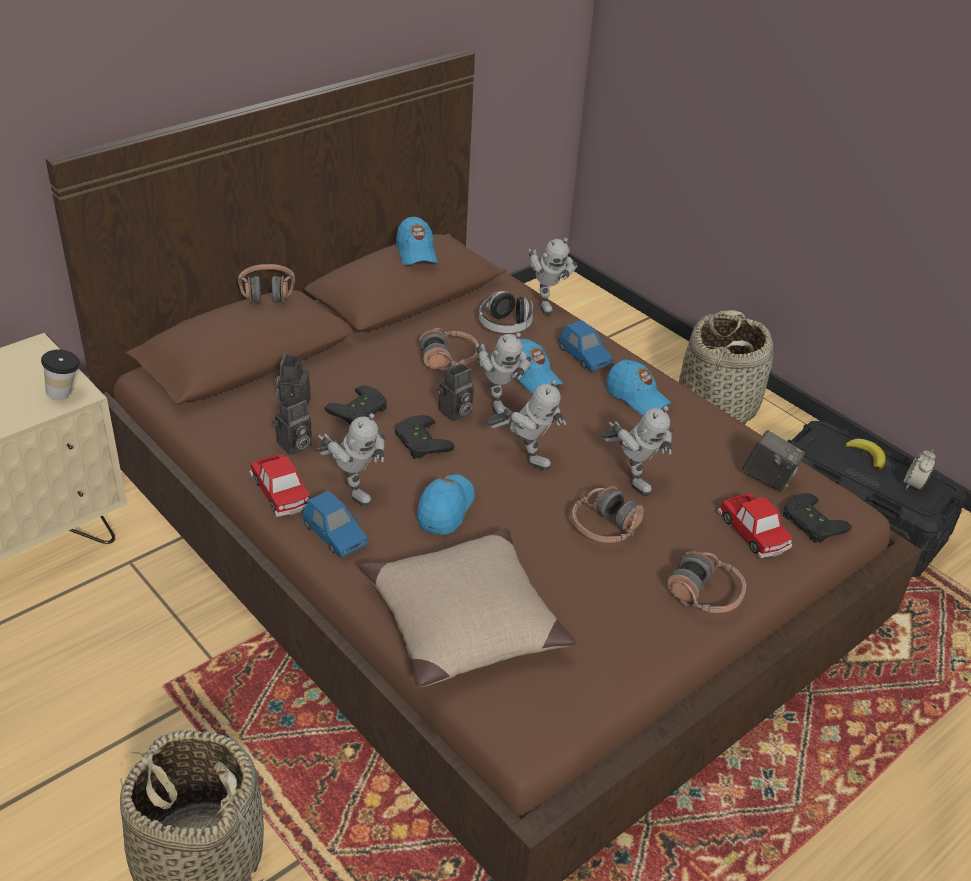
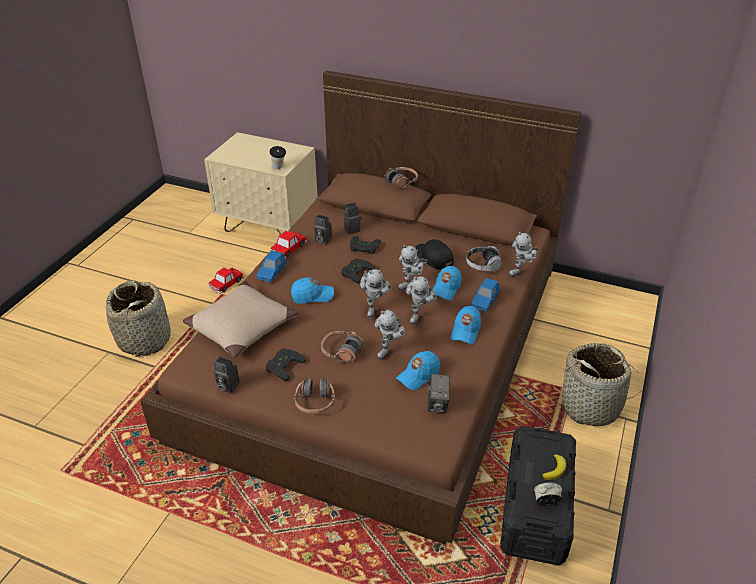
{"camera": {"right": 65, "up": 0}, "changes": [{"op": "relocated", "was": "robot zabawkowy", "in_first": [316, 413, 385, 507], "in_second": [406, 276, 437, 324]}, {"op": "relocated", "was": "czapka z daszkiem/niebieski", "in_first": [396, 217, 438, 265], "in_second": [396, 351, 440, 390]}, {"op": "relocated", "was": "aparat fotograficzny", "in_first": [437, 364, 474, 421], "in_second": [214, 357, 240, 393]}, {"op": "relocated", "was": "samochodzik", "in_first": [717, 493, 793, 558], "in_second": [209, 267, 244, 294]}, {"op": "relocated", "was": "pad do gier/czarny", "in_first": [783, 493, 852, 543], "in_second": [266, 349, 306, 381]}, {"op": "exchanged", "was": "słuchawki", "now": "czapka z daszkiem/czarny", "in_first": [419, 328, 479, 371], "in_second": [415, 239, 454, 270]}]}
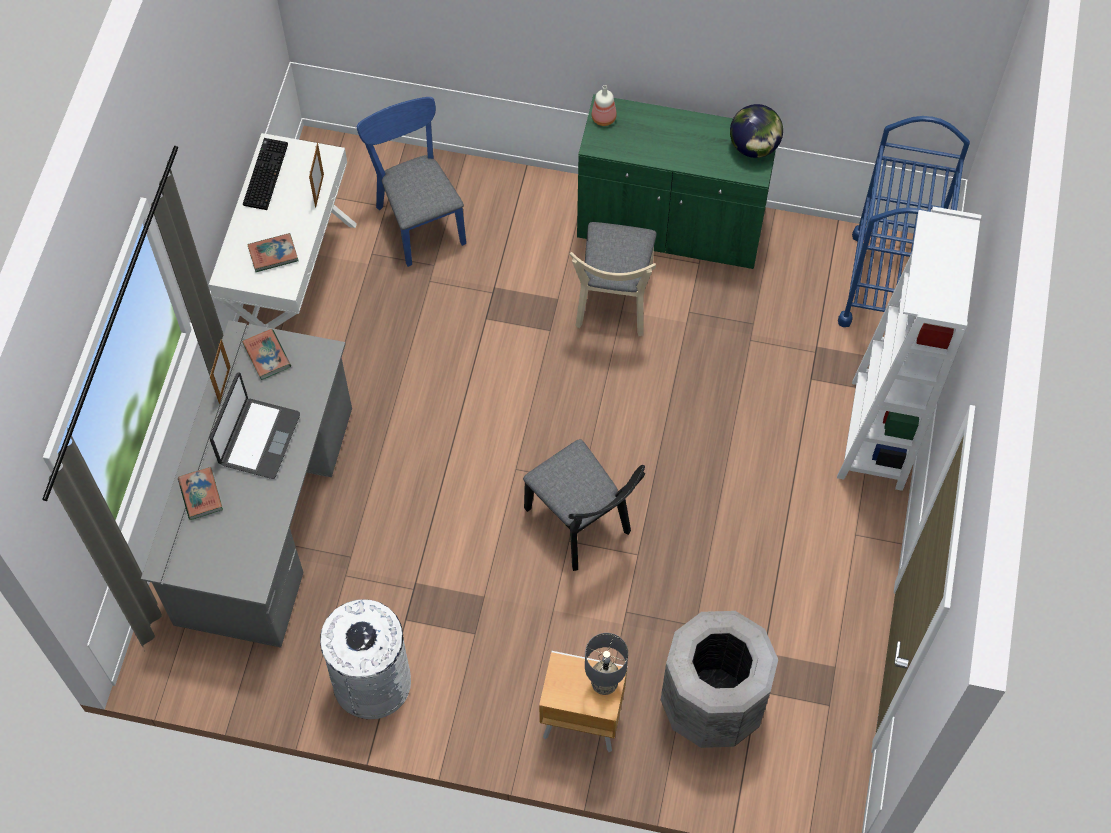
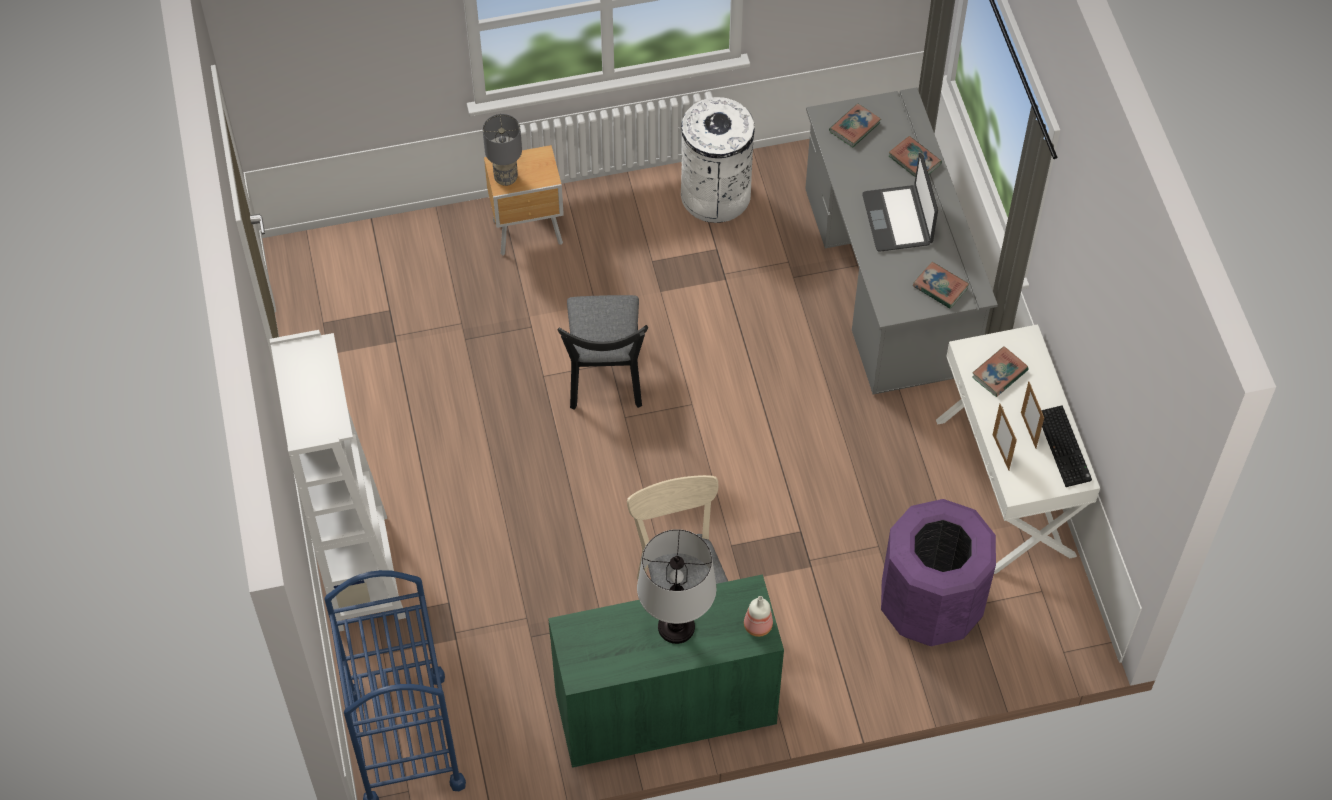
{"camera": {"right": 155, "up": -5}, "changes": [{"op": "missing", "was": "kosz na śmieci/szary", "in_first": [661, 611, 778, 748]}, {"op": "missing", "was": "globus", "in_first": [730, 104, 783, 158]}, {"op": "appeared", "now": "lampa stołowa", "in_second": [637, 529, 717, 644]}, {"op": "appeared", "now": "książka", "in_second": [829, 103, 881, 147]}, {"op": "relocated", "was": "ramka na zdjęcie", "in_first": [210, 339, 230, 404], "in_second": [1021, 381, 1044, 449]}, {"op": "exchanged", "was": "krzesło/niebieski", "now": "kosz na śmieci/fioletowy", "in_first": [357, 97, 466, 267], "in_second": [881, 499, 996, 646]}, {"op": "spun", "was": "krzesło/czarny", "in_first": [523, 439, 645, 571], "in_second": [558, 295, 648, 410], "clockwise": -120}]}
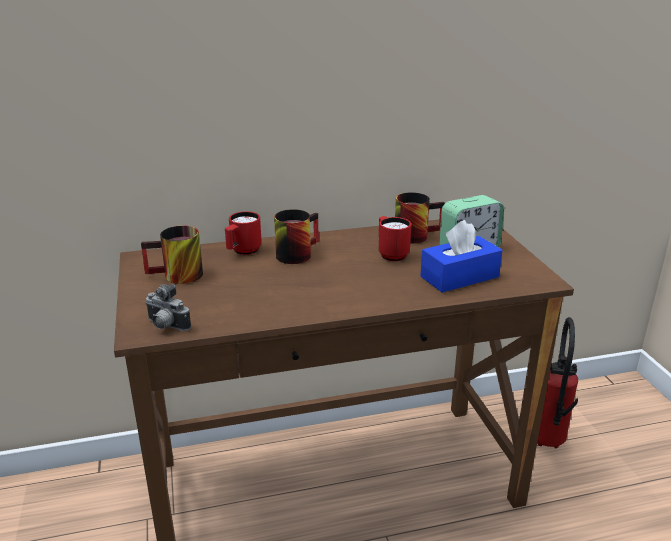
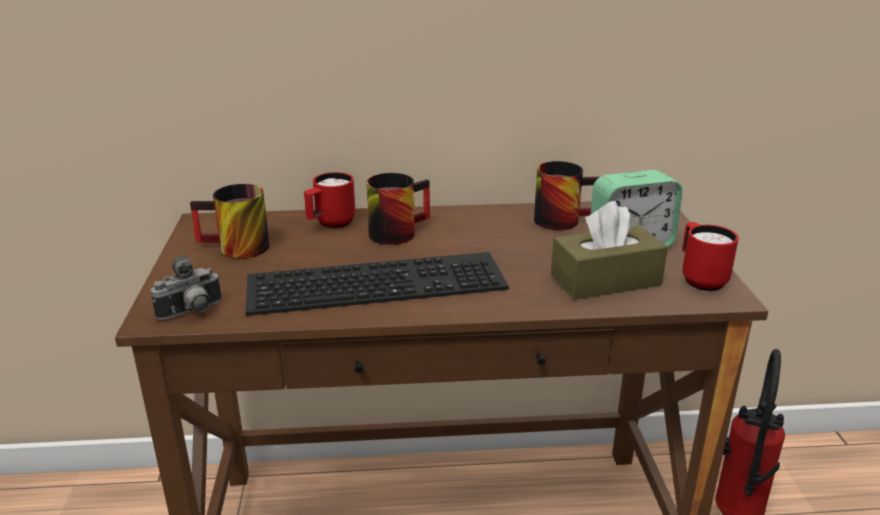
{"camera": {"right": 10, "up": 0}, "changes": [{"op": "appeared", "now": "klawiatura", "in_second": [246, 252, 509, 316]}, {"op": "relocated", "was": "kubek/czerwony", "in_first": [379, 216, 411, 261], "in_second": [682, 222, 739, 291]}, {"op": "colour", "was": "pudełko chusteczek/niebieski", "now": "pudełko chusteczek/brązowy", "in_first": [420, 220, 502, 293], "in_second": [551, 201, 668, 300]}, {"op": "spun", "was": "aparat fotograficzny", "in_first": [145, 284, 191, 331], "in_second": [150, 254, 222, 320], "clockwise": -75}]}
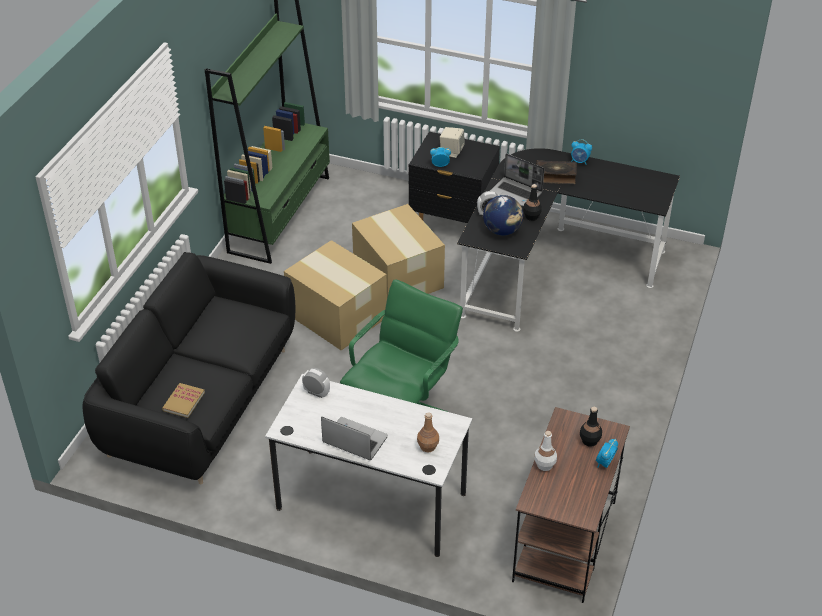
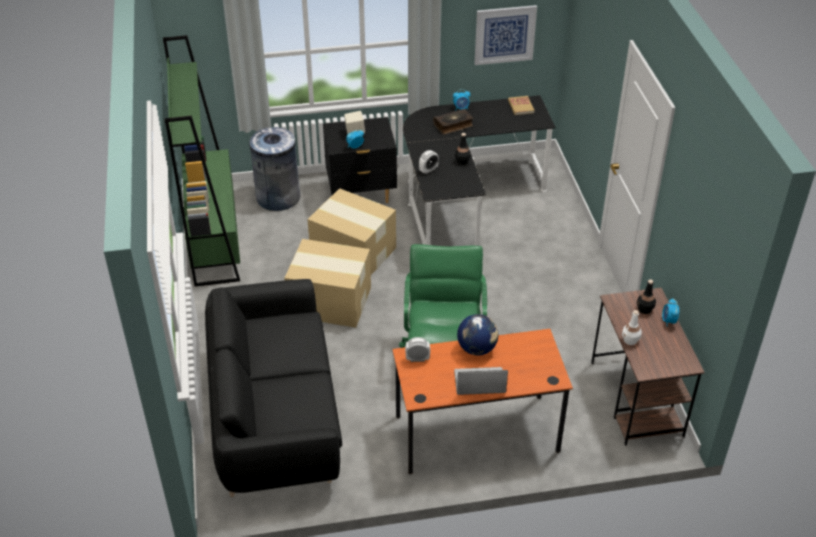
{"camera": {"right": -30, "up": 0}, "changes": [{"op": "missing", "was": "butelka/brązowy", "in_first": [417, 412, 439, 452]}, {"op": "missing", "was": "laptop", "in_first": [490, 153, 544, 207]}, {"op": "appeared", "now": "kosz na śmieci/szary", "in_second": [249, 127, 301, 211]}, {"op": "appeared", "now": "obraz", "in_second": [474, 5, 537, 65]}, {"op": "relocated", "was": "książka", "in_first": [162, 383, 205, 418], "in_second": [508, 96, 534, 115]}, {"op": "relocated", "was": "globus", "in_first": [483, 195, 523, 235], "in_second": [457, 314, 499, 355]}, {"op": "colour", "was": "biurko/biały", "now": "biurko/pomarańczowy", "in_first": [265, 374, 472, 557], "in_second": [392, 329, 573, 474]}]}
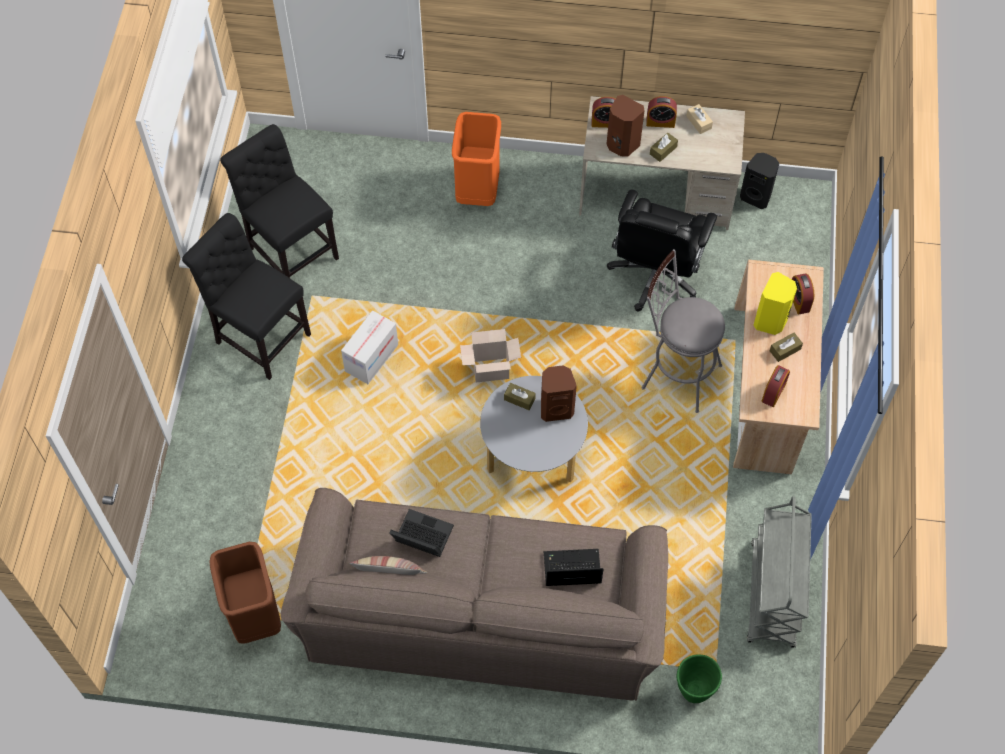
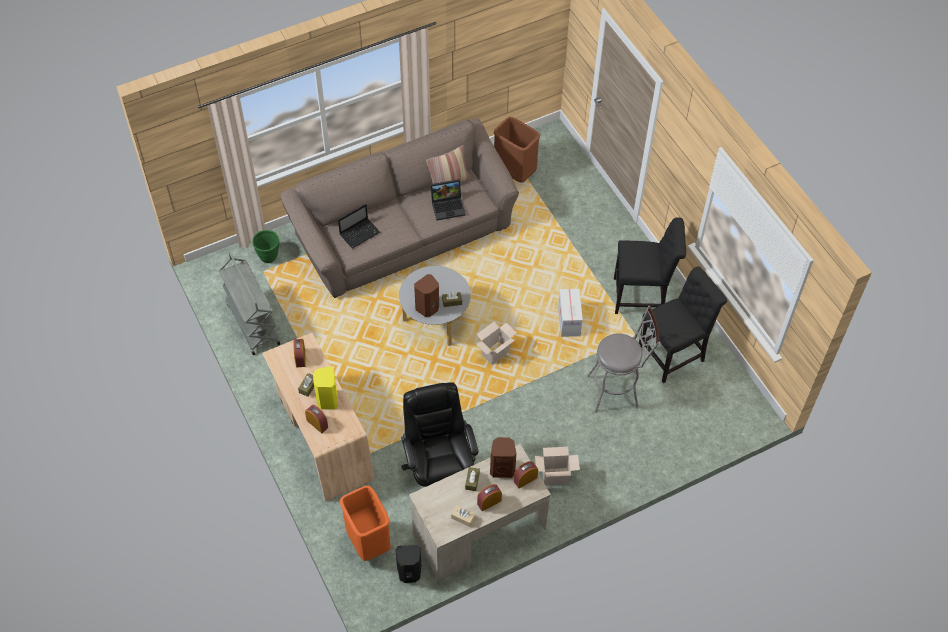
{"camera": {"right": 145, "up": -5}, "changes": [{"op": "appeared", "now": "karton", "in_second": [535, 447, 580, 485]}, {"op": "relocated", "was": "kosz na śmieci/pomarańczowy", "in_first": [452, 112, 501, 206], "in_second": [340, 486, 391, 561]}, {"op": "relocated", "was": "stołek/szary", "in_first": [641, 249, 725, 413], "in_second": [587, 306, 659, 413]}, {"op": "spun", "was": "krzesło/czarny", "in_first": [220, 124, 339, 278], "in_second": [639, 266, 727, 383], "clockwise": -45}]}
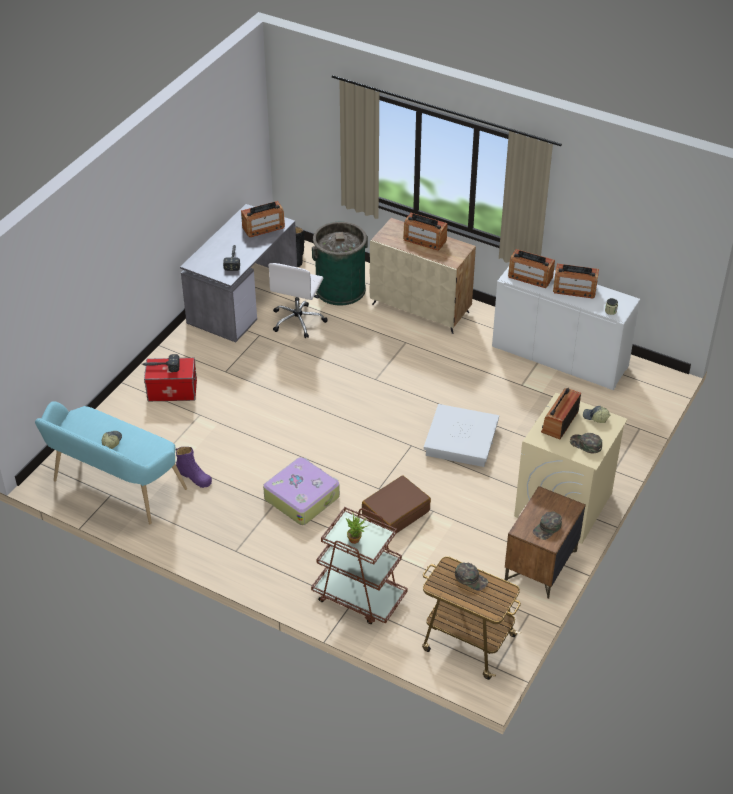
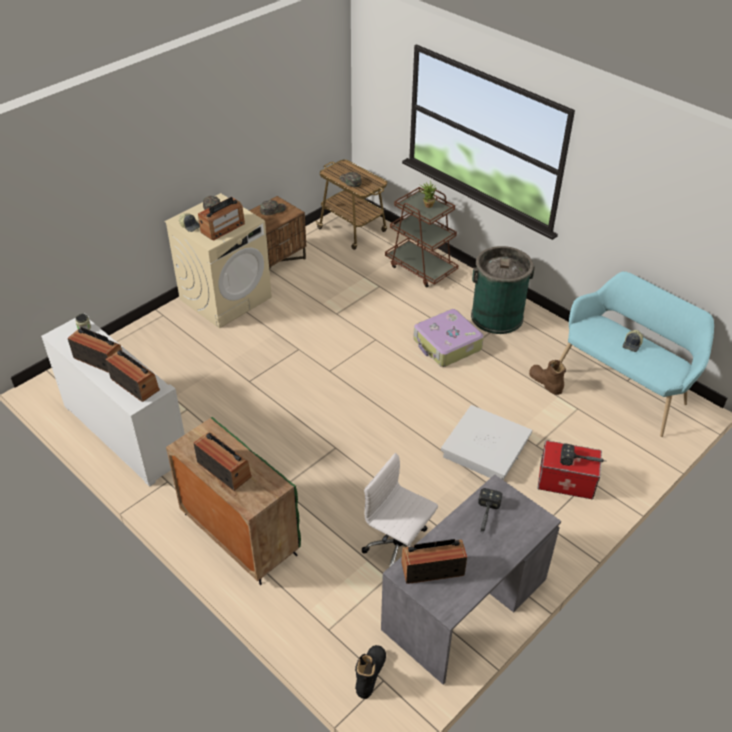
{"camera": {"right": -165, "up": 0}, "changes": [{"op": "missing", "was": "walizka/brązowy", "in_first": [362, 475, 431, 534]}, {"op": "relocated", "was": "kosz na śmieci/zielony", "in_first": [312, 222, 368, 305], "in_second": [471, 246, 535, 334]}, {"op": "relocated", "was": "pojemnik do przechowywania/biały", "in_first": [424, 404, 499, 467], "in_second": [441, 405, 532, 480]}, {"op": "colour", "was": "but z cholewką/fioletowy", "now": "but z cholewką/brązowy", "in_first": [176, 447, 212, 488], "in_second": [529, 360, 566, 395]}, {"op": "colour", "was": "szafka/beżowy", "now": "szafka/zielony", "in_first": [370, 218, 476, 334], "in_second": [166, 417, 301, 585]}, {"op": "spun", "was": "krzesło biurowe/biały", "in_first": [268, 263, 328, 338], "in_second": [362, 453, 438, 567], "clockwise": -90}]}
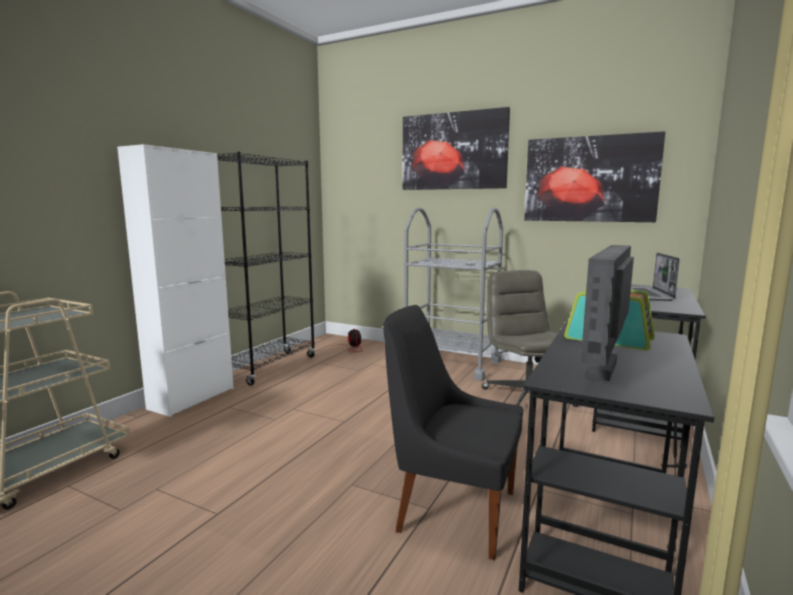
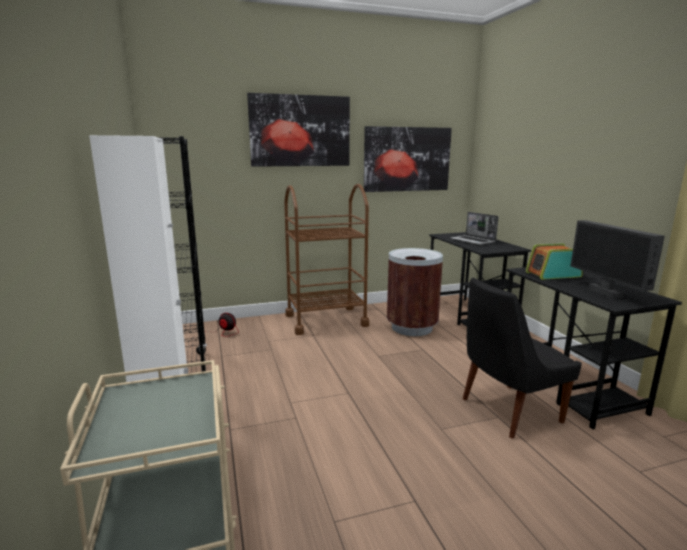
{"camera": {"right": -45, "up": 5}, "changes": [{"op": "exchanged", "was": "krzesło biurowe/szary", "now": "kosz na śmieci/brązowy", "in_first": [482, 270, 579, 407], "in_second": [387, 248, 443, 336]}, {"op": "colour", "was": "wózek/szary", "now": "wózek/brązowy", "in_first": [404, 207, 503, 381], "in_second": [284, 184, 369, 335]}]}
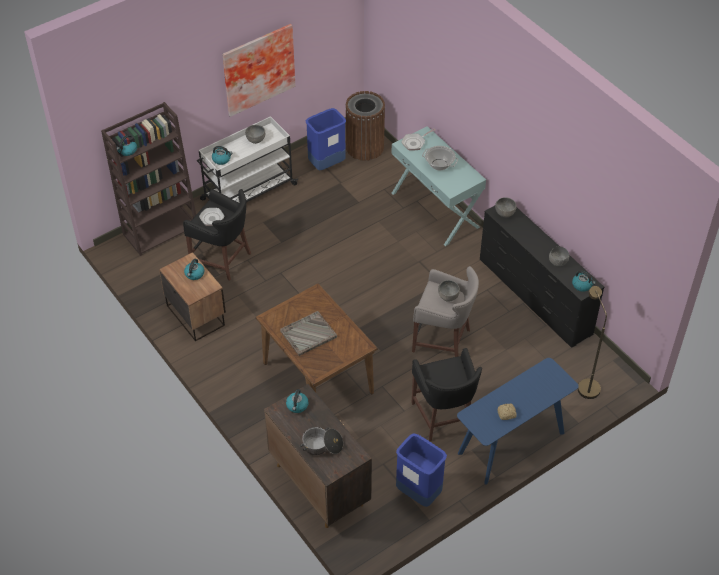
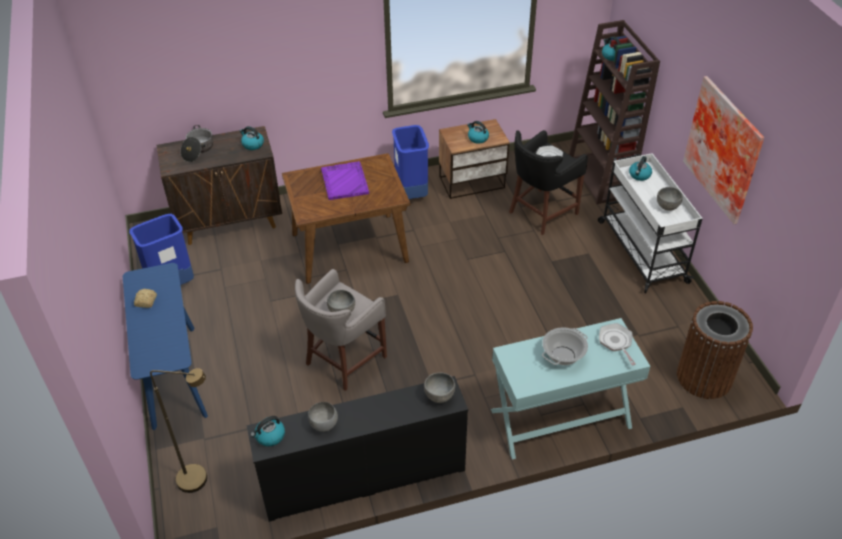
{"camera": {"right": 110, "up": -5}, "changes": [{"op": "missing", "was": "stołek/czarny", "in_first": [412, 348, 482, 441]}, {"op": "relocated", "was": "kosz na śmieci/niebieski", "in_first": [305, 108, 346, 170], "in_second": [392, 125, 429, 199]}, {"op": "colour", "was": "taca/szary", "now": "taca/fioletowy", "in_first": [280, 311, 337, 356], "in_second": [321, 161, 369, 200]}]}
